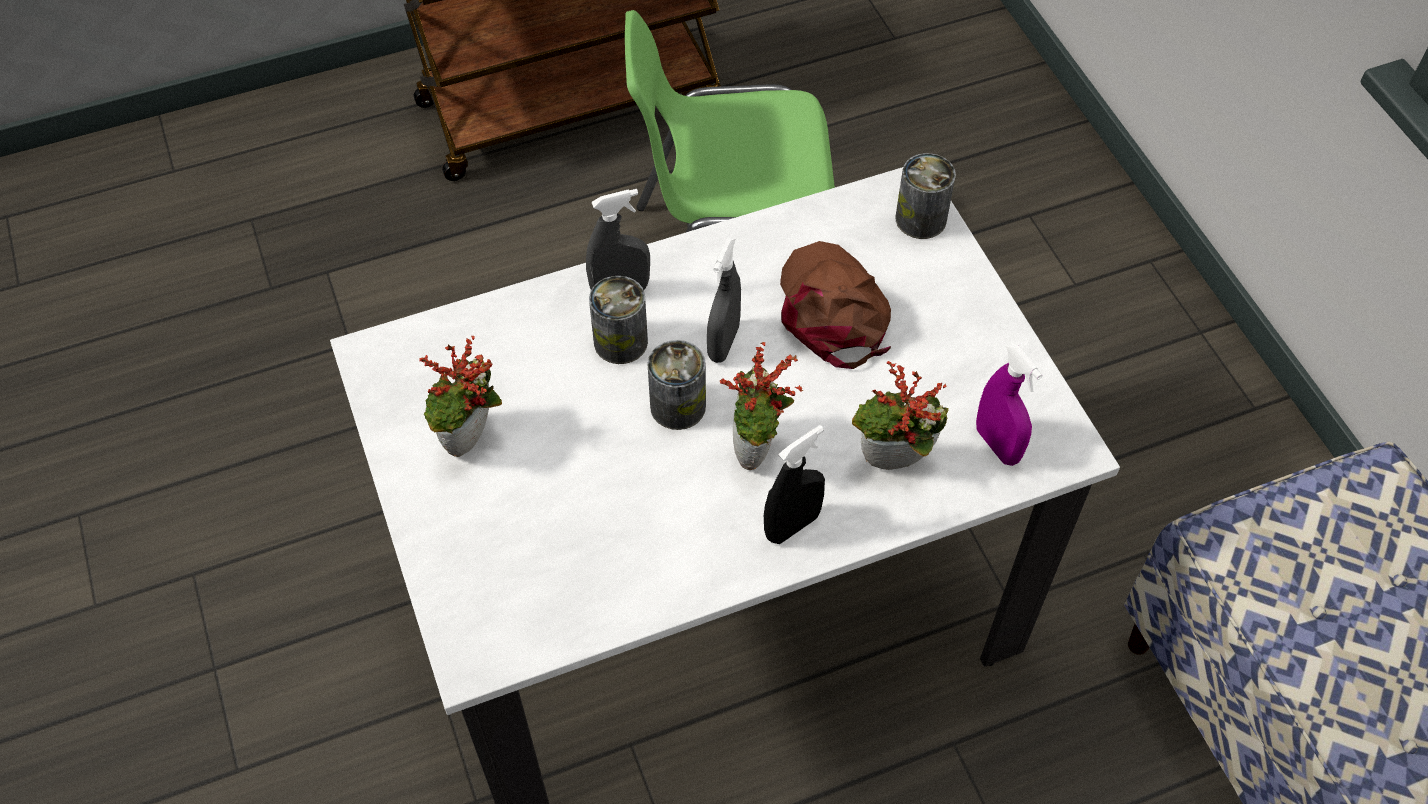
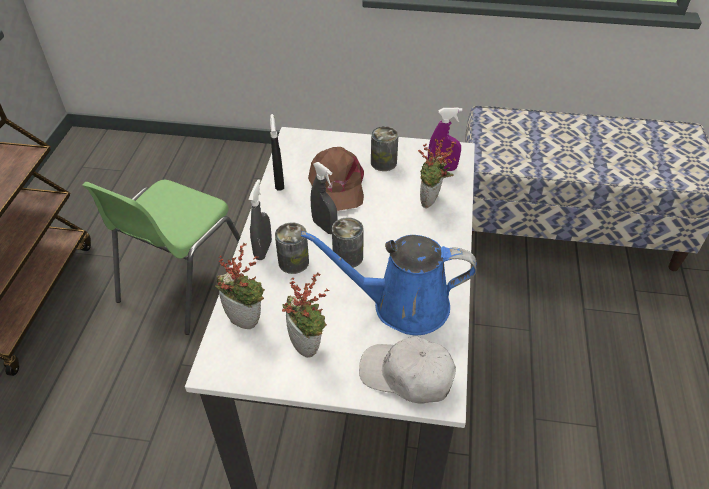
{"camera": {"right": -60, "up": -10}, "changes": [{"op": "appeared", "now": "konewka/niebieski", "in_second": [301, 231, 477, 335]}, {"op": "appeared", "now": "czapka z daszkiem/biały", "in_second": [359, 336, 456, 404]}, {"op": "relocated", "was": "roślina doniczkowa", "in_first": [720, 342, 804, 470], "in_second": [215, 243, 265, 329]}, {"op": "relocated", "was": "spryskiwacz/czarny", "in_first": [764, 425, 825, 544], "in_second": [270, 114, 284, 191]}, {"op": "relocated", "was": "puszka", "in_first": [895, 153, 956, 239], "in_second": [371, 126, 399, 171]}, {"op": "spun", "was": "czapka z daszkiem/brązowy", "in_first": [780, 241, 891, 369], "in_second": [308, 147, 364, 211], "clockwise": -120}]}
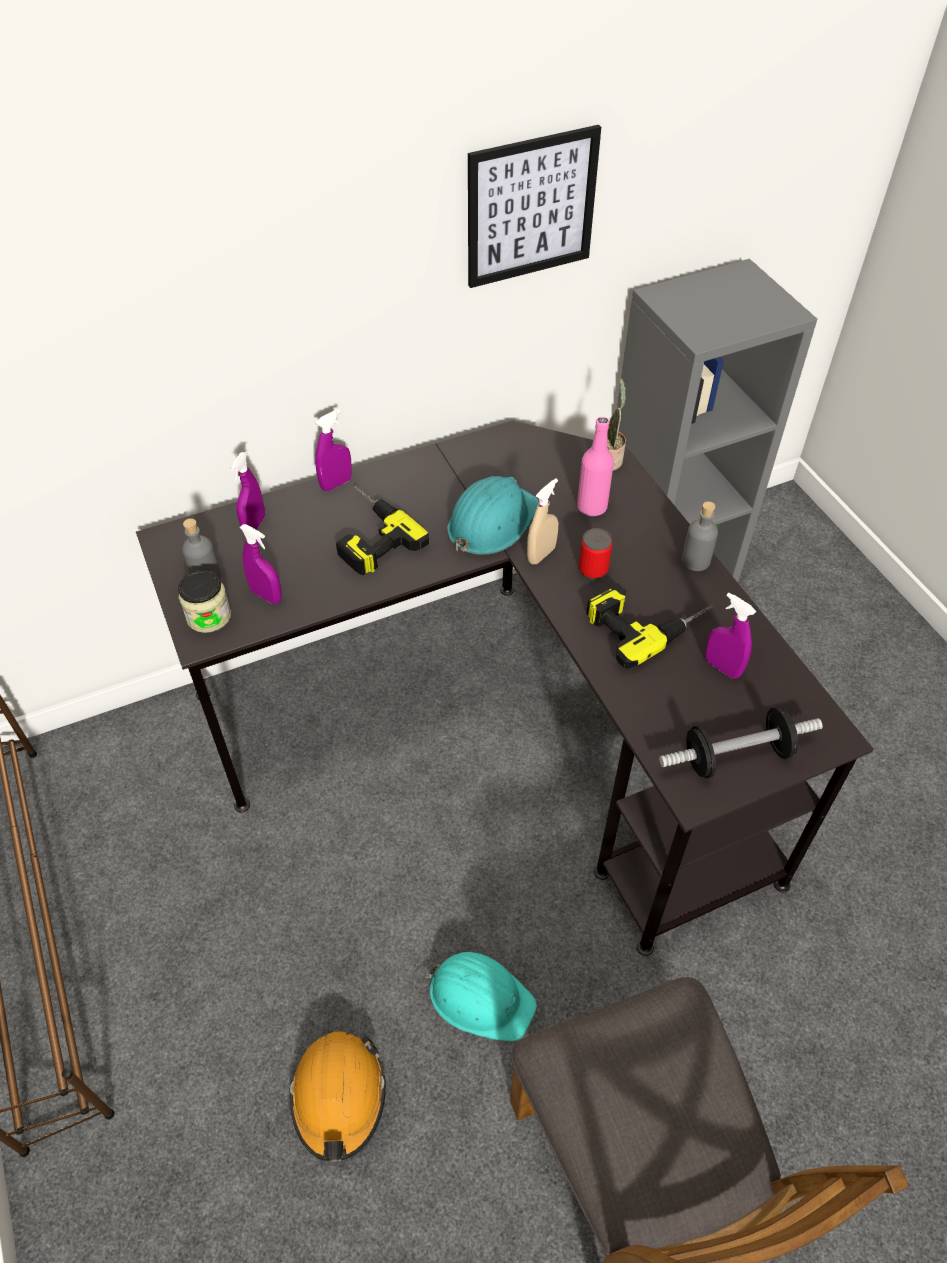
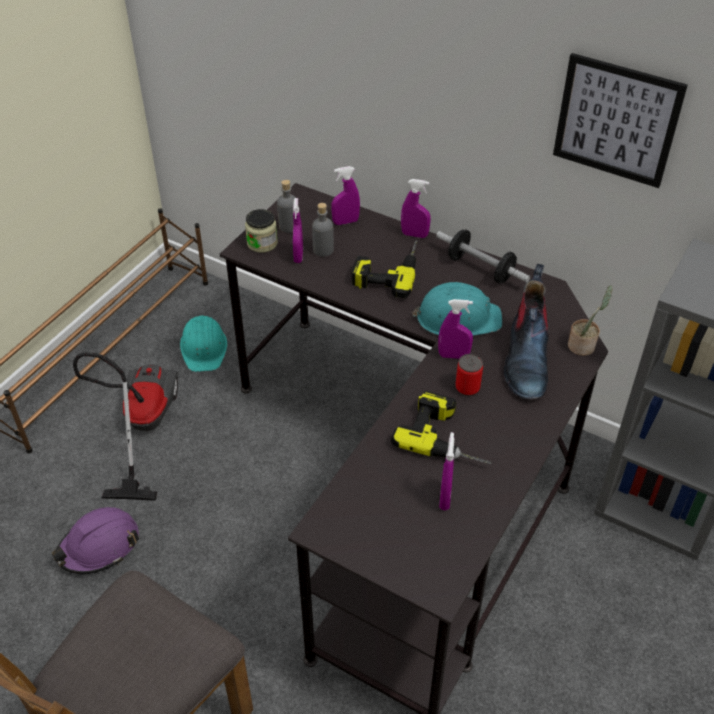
{"camera": {"right": 55, "up": -5}, "changes": [{"op": "appeared", "now": "odkurzacz", "in_second": [73, 352, 179, 501]}, {"op": "relocated", "was": "kask/turkusowy", "in_first": [425, 952, 537, 1042], "in_second": [180, 315, 227, 372]}, {"op": "relocated", "was": "hantel", "in_first": [659, 707, 823, 778], "in_second": [436, 230, 530, 283]}, {"op": "relocated", "was": "butelka/szary", "in_first": [682, 501, 718, 571], "in_second": [312, 203, 334, 257]}, {"op": "exchanged", "was": "butelka/różowy", "now": "but z cholewką", "in_first": [577, 417, 614, 516], "in_second": [503, 264, 549, 400]}, {"op": "colour", "was": "kask/pomarańczowy", "now": "kask/fioletowy", "in_first": [289, 1031, 386, 1162], "in_second": [52, 507, 139, 574]}, {"op": "colour", "was": "spryskiwacz/beżowy", "now": "spryskiwacz/fioletowy", "in_first": [527, 478, 558, 564], "in_second": [438, 299, 473, 359]}]}
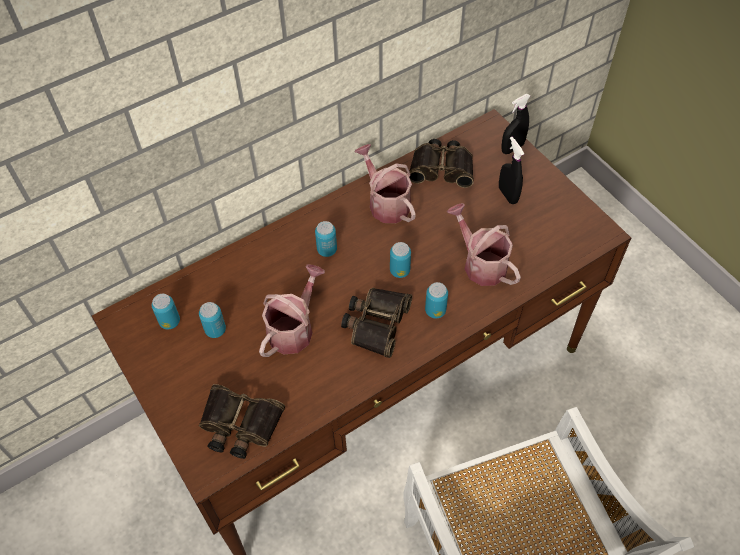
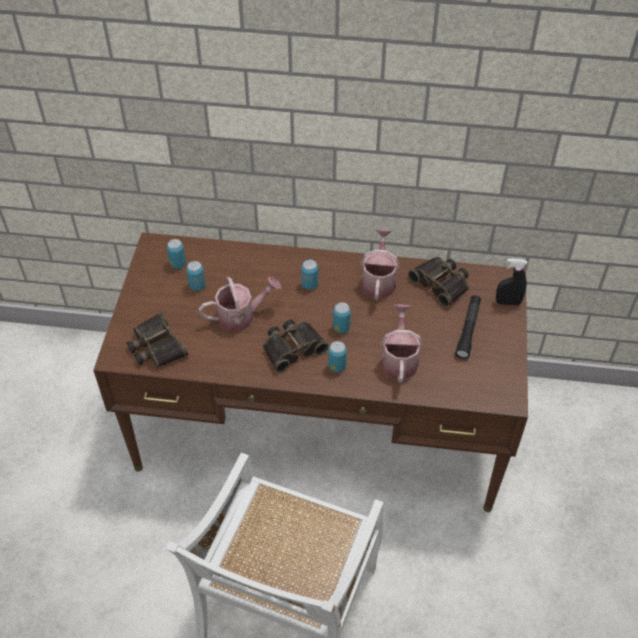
{"camera": {"right": 40, "up": -5}, "changes": [{"op": "exchanged", "was": "spryskiwacz/czarny", "now": "latarka/czarny", "in_first": [499, 137, 524, 204], "in_second": [455, 295, 481, 359]}]}
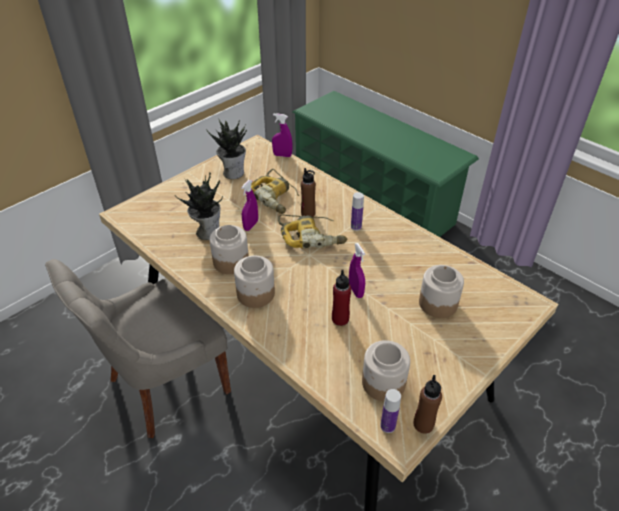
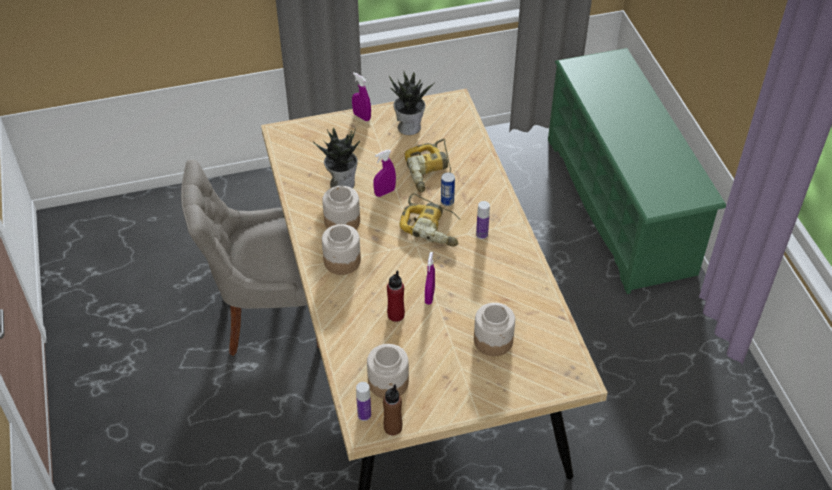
{"camera": {"right": 30, "up": 5}, "changes": [{"op": "relocated", "was": "spryskiwacz/fioletowy", "in_first": [272, 113, 292, 157], "in_second": [352, 72, 371, 121]}, {"op": "exchanged", "was": "butelka/brązowy", "now": "puszka", "in_first": [301, 168, 316, 217], "in_second": [441, 172, 455, 206]}]}
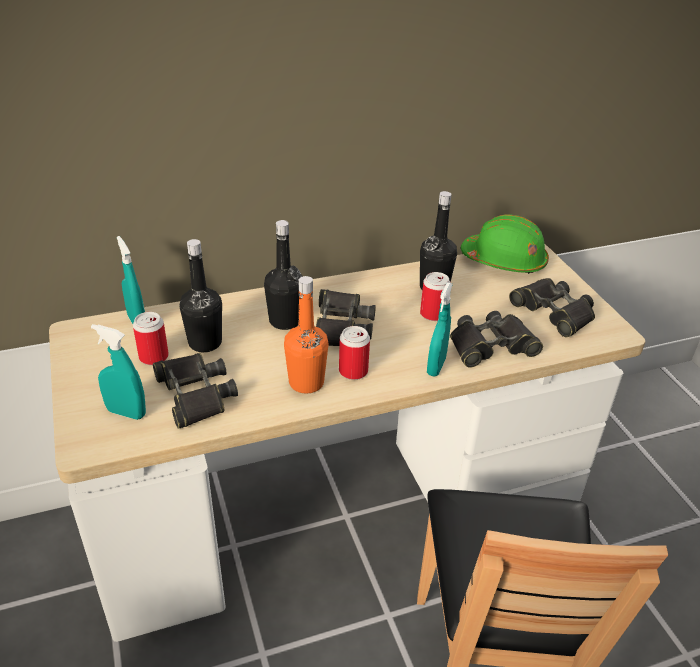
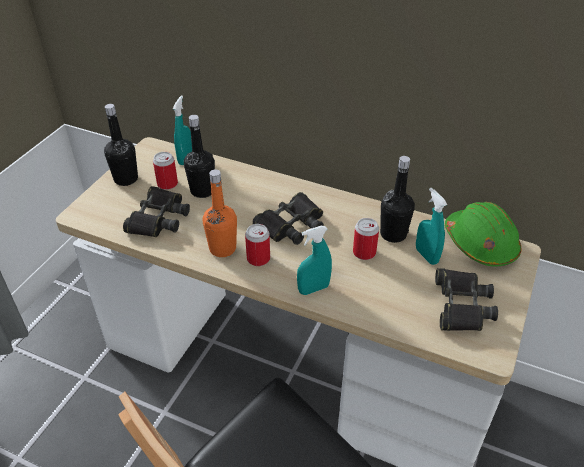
{"camera": {"right": 45, "up": 5}, "changes": [{"op": "missing", "was": "lornetka/czarny", "in_first": [450, 311, 543, 368]}, {"op": "relocated", "was": "spryskiwacz/turkusowy", "in_first": [91, 324, 146, 420], "in_second": [416, 188, 448, 265]}, {"op": "relocated", "was": "butelka/czarny", "in_first": [264, 220, 303, 330], "in_second": [104, 104, 138, 186]}]}
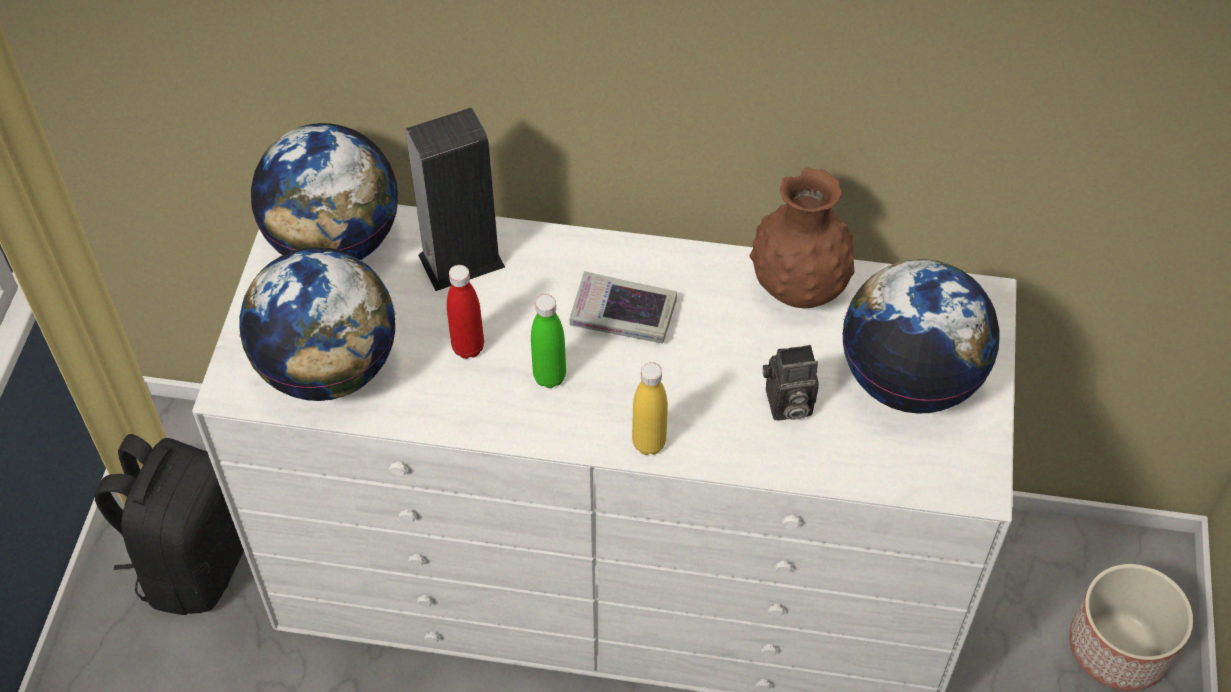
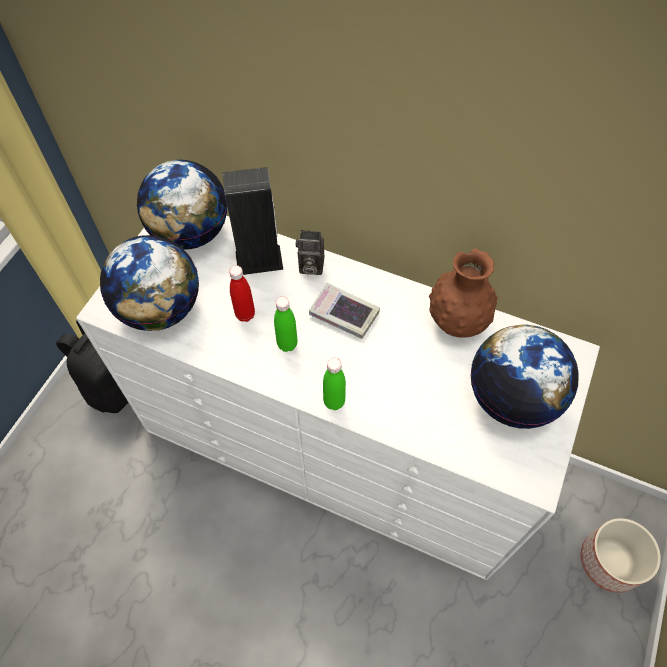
{"camera": {"right": 15, "up": 5}, "changes": [{"op": "relocated", "was": "aparat fotograficzny", "in_first": [763, 345, 819, 421], "in_second": [296, 230, 324, 275]}, {"op": "colour", "was": "butelka/żółty", "now": "butelka/zielony", "in_first": [632, 362, 668, 455], "in_second": [323, 358, 346, 410]}]}
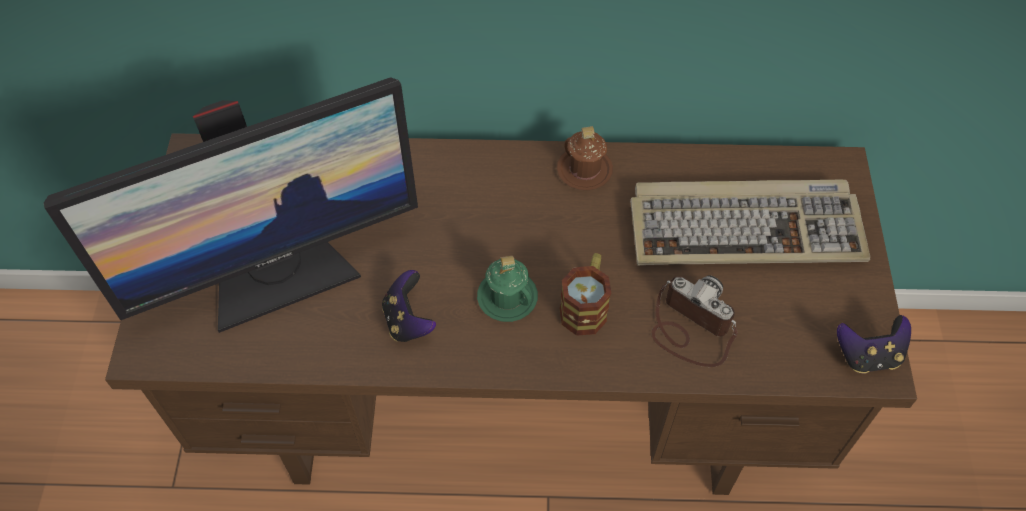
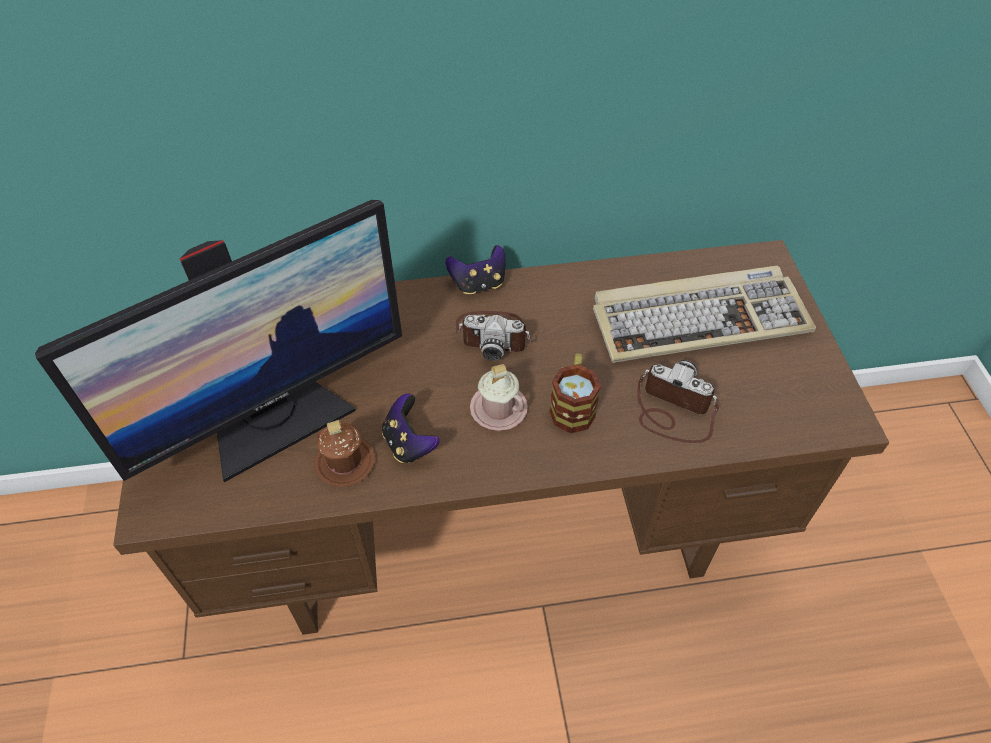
{"camera": {"right": -10, "up": -5}, "changes": [{"op": "appeared", "now": "aparat fotograficzny", "in_second": [455, 311, 533, 361]}, {"op": "relocated", "was": "kubek/brązowy", "in_first": [557, 126, 613, 190], "in_second": [314, 420, 375, 487]}, {"op": "relocated", "was": "pad do gier", "in_first": [837, 315, 911, 374], "in_second": [446, 245, 506, 294]}, {"op": "colour", "was": "kubek/zielony", "now": "kubek/różowy", "in_first": [477, 256, 538, 322], "in_second": [470, 364, 528, 431]}]}
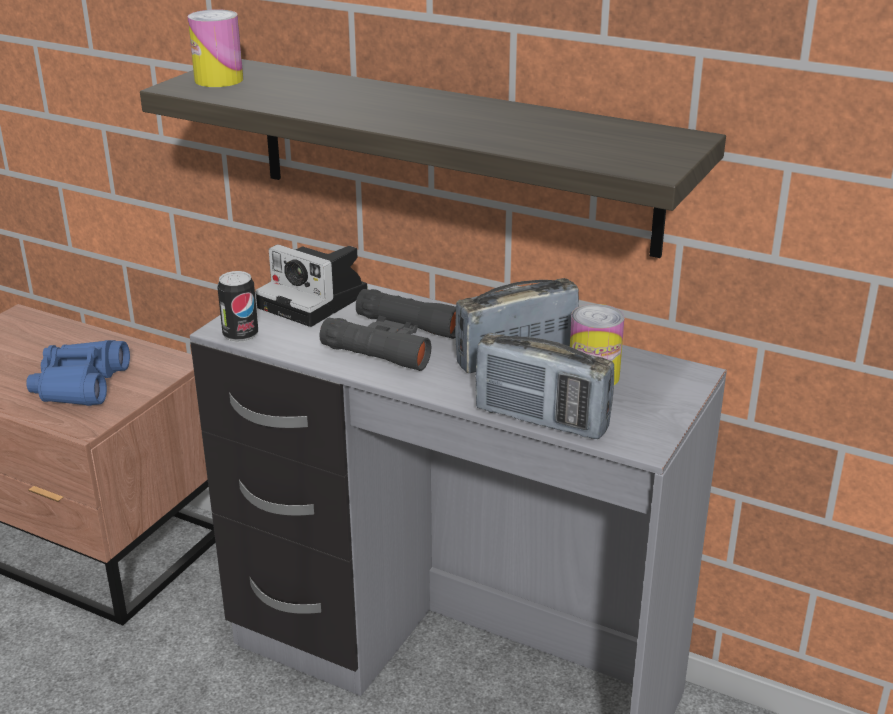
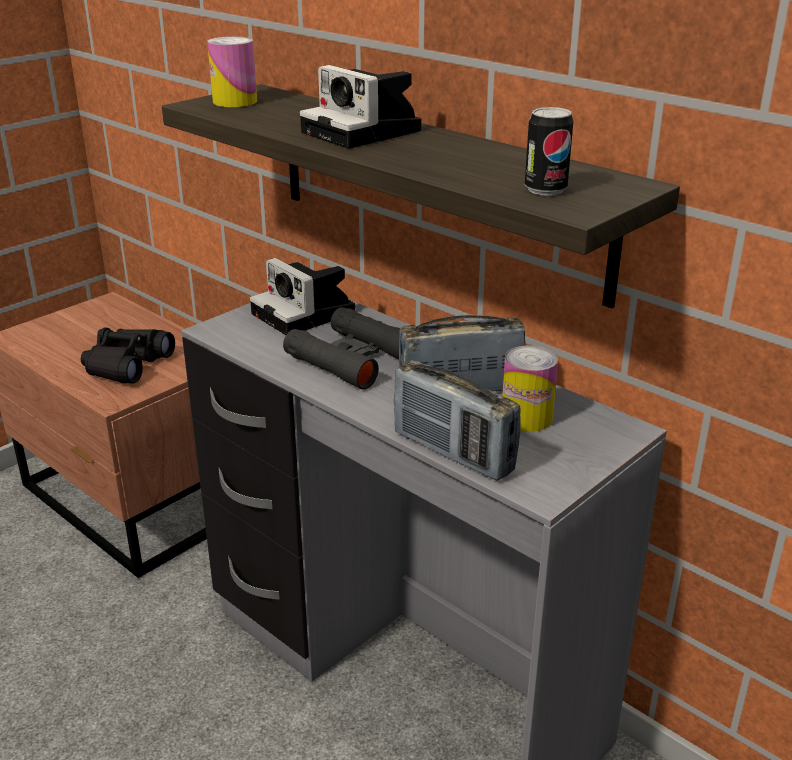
{"camera": {"right": 15, "up": 0}, "changes": [{"op": "appeared", "now": "aparat fotograficzny", "in_second": [300, 65, 422, 149]}, {"op": "relocated", "was": "puszka", "in_first": [217, 271, 258, 343], "in_second": [525, 107, 573, 196]}, {"op": "colour", "was": "lornetka/niebieski", "now": "lornetka/czarny", "in_first": [26, 340, 130, 406], "in_second": [81, 327, 175, 384]}]}
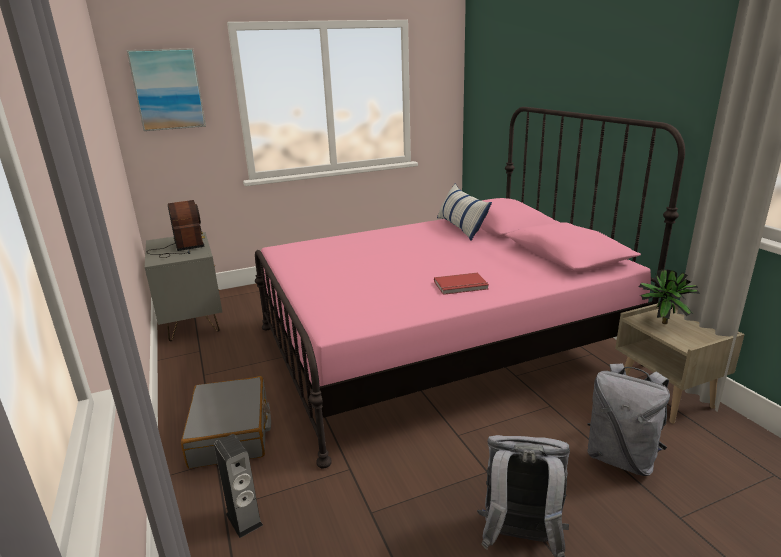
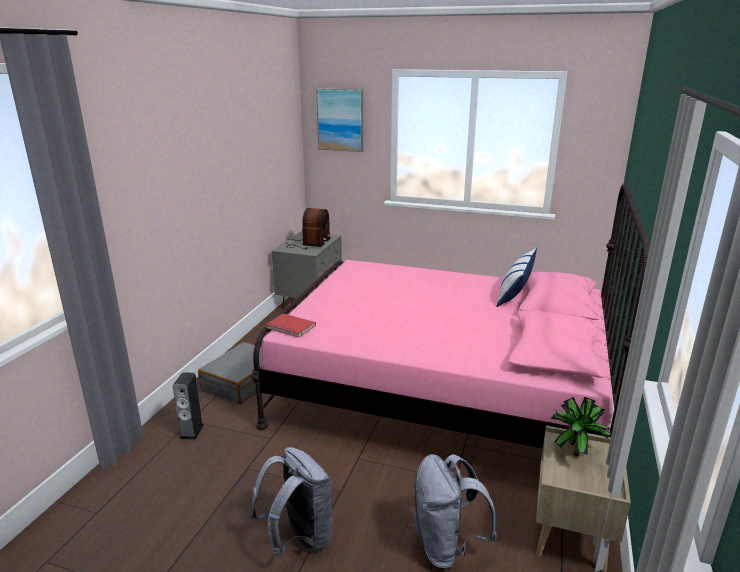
{"camera": {"right": 40, "up": 0}, "changes": [{"op": "relocated", "was": "książka/czerwony", "in_first": [434, 273, 489, 295], "in_second": [266, 314, 316, 337]}]}
